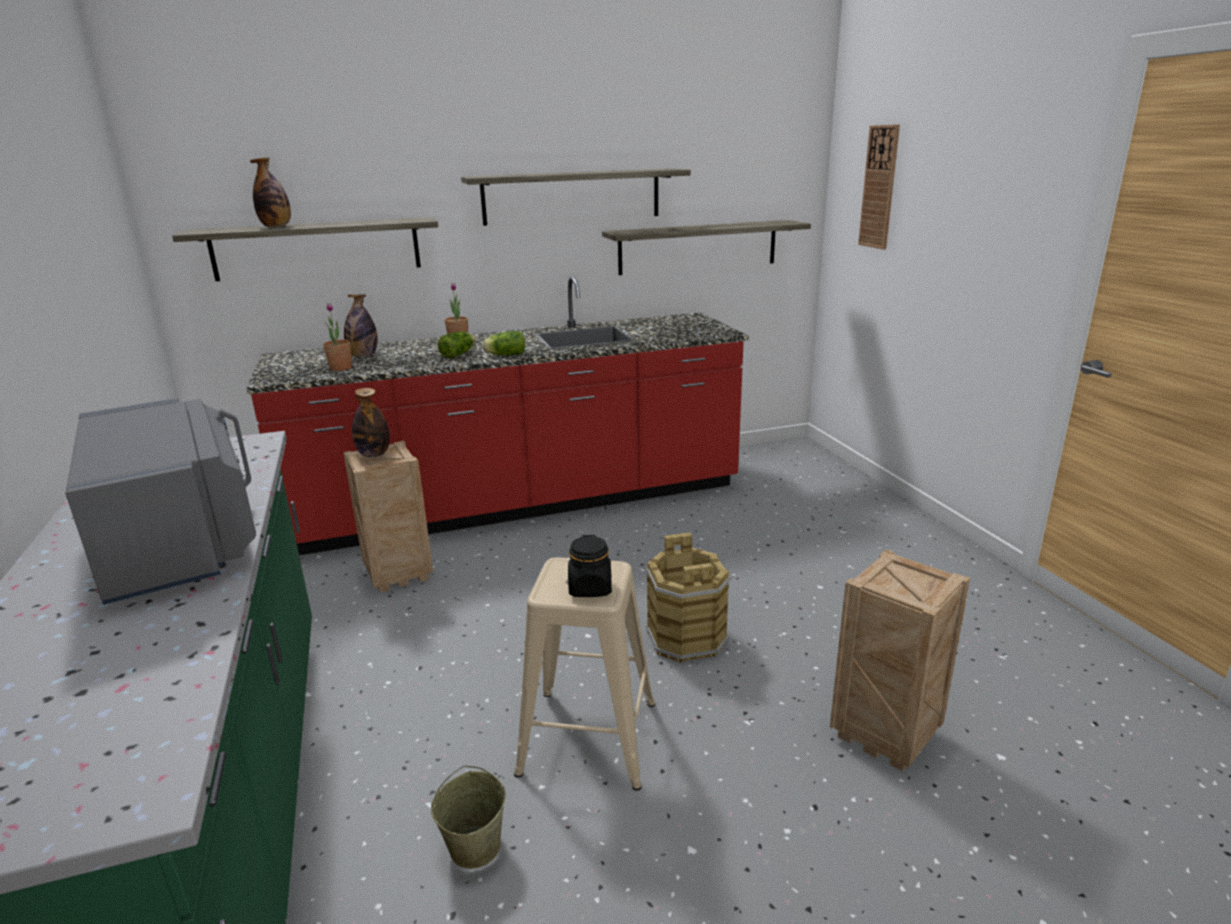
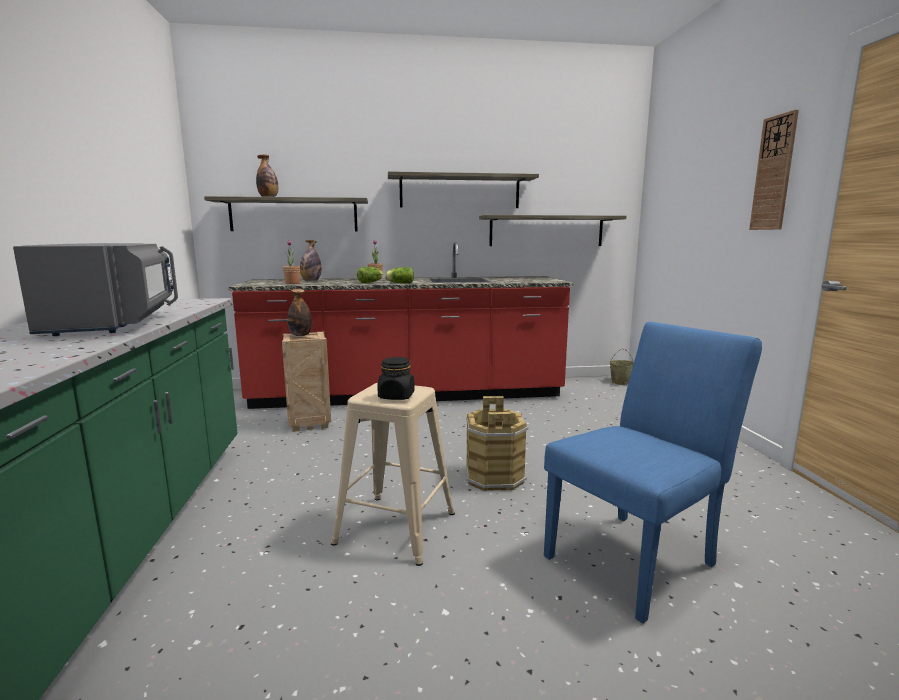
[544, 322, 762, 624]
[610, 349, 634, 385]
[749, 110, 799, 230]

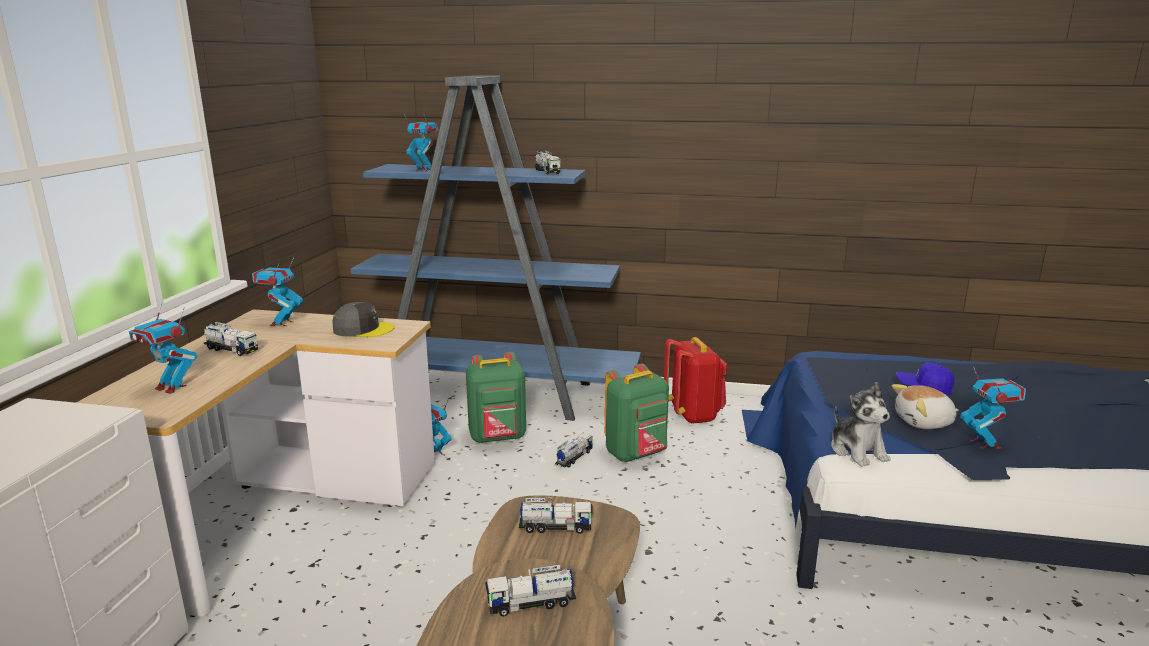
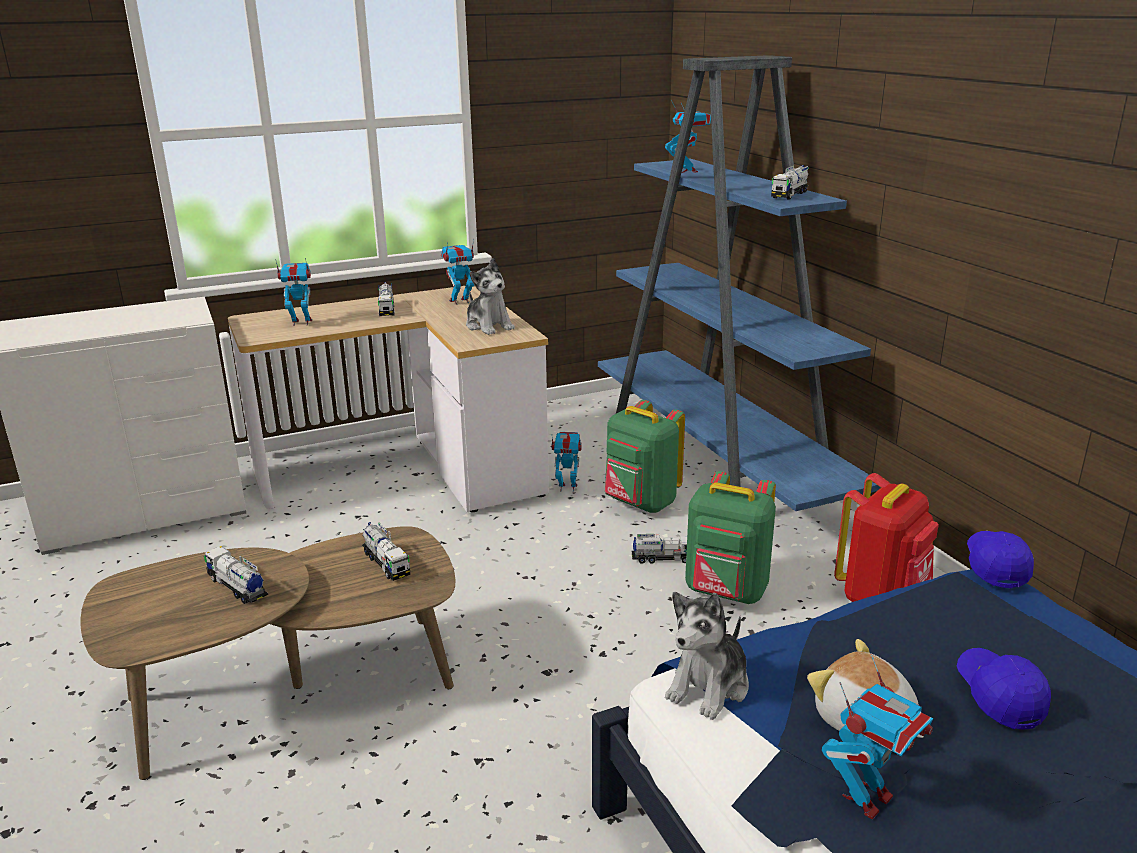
[275, 258, 312, 326]
[466, 258, 515, 335]
[967, 531, 1034, 588]

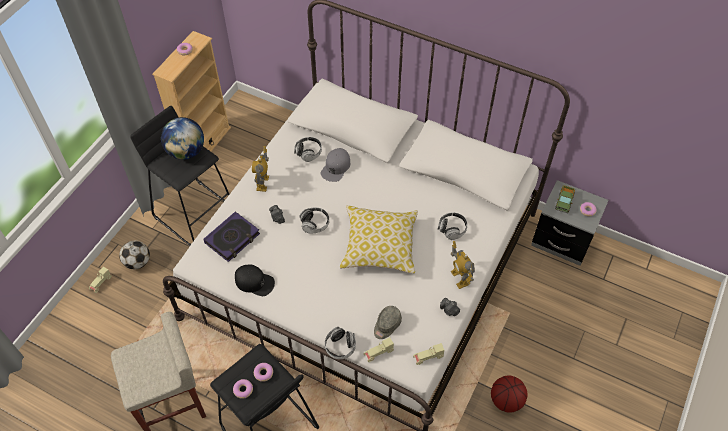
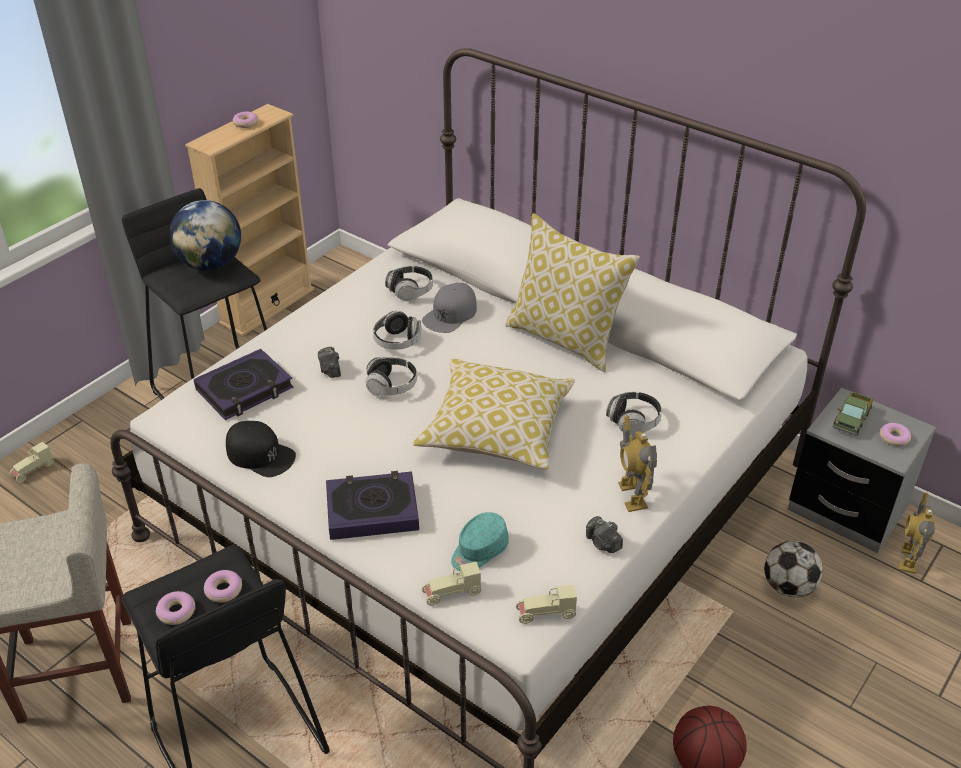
[326, 471, 419, 540]
[373, 310, 421, 350]
[451, 512, 509, 571]
[505, 213, 640, 372]
[764, 541, 823, 598]
[898, 492, 935, 574]

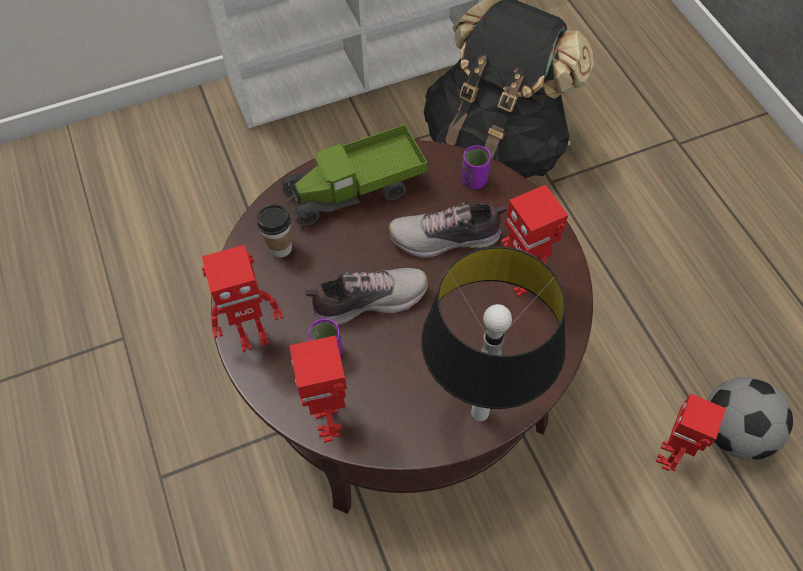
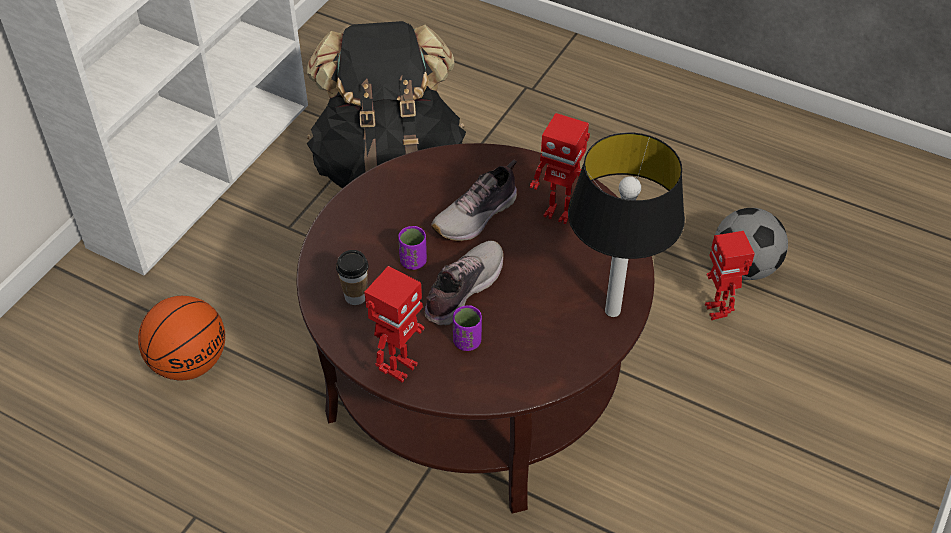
[138, 296, 225, 380]
[398, 226, 427, 270]
[281, 124, 428, 226] (first image)
[289, 335, 347, 443] (first image)

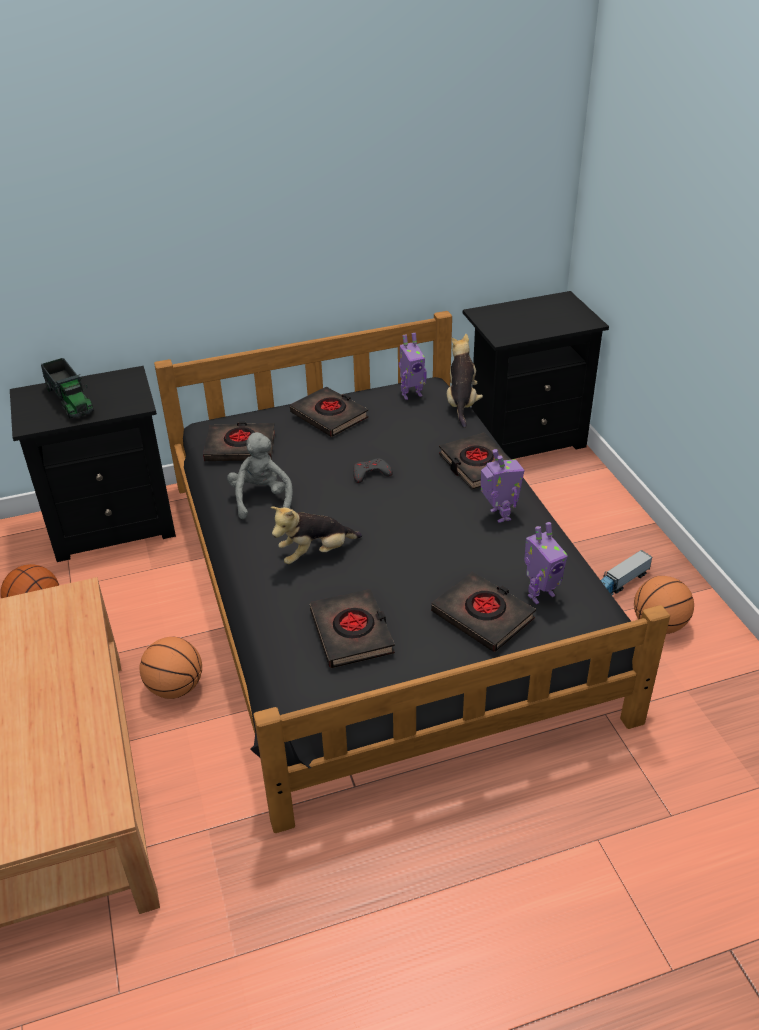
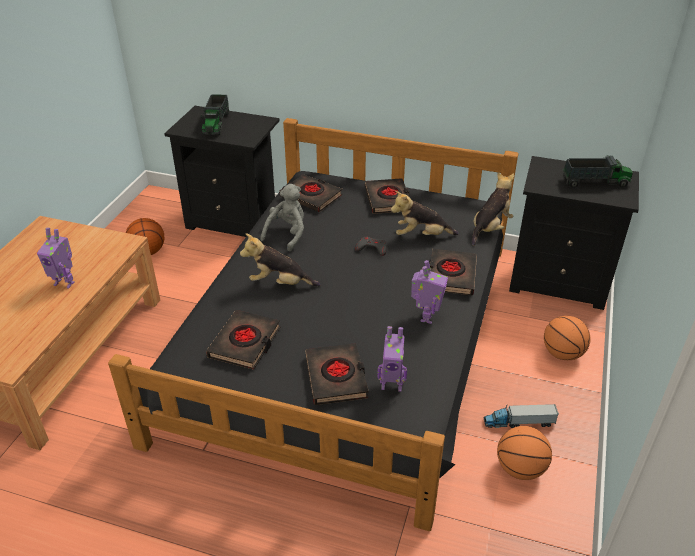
[37, 227, 75, 289]
[391, 191, 459, 235]
[544, 316, 591, 360]
[562, 155, 633, 188]

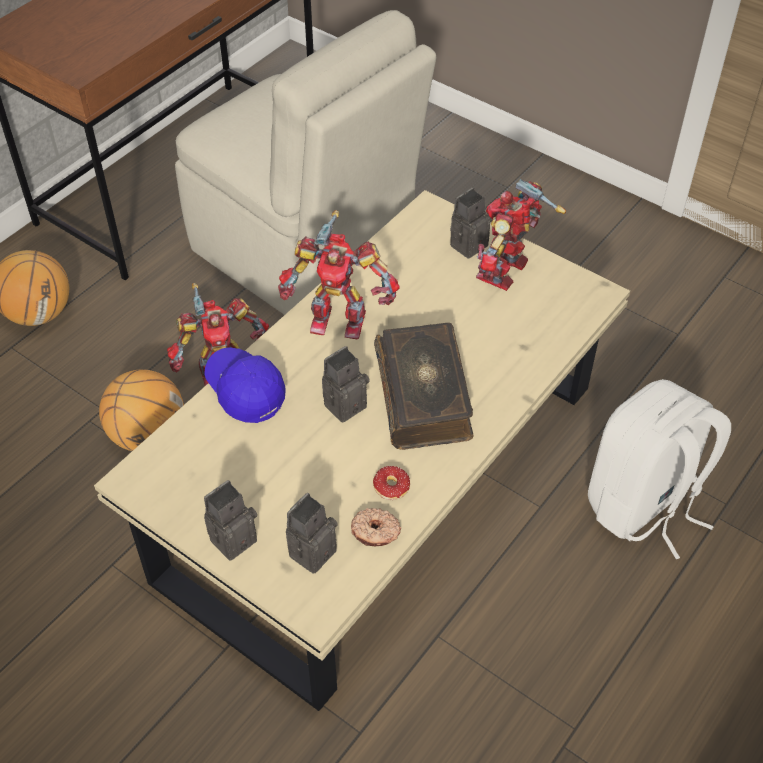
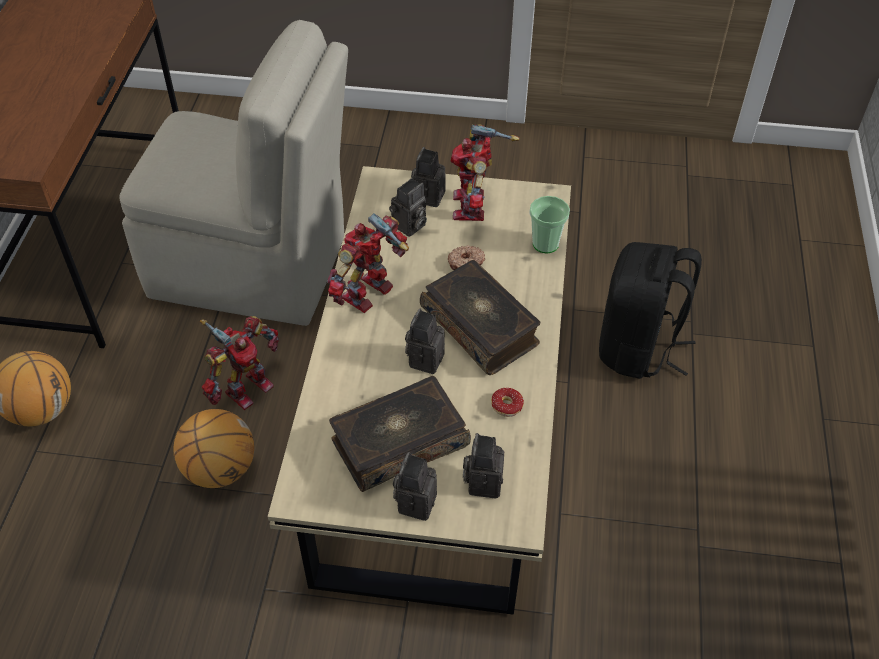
[327, 213, 409, 313]
[329, 376, 471, 492]
[389, 178, 427, 237]
[448, 245, 485, 270]
[529, 196, 570, 254]
[599, 242, 702, 379]
[204, 347, 286, 423] (first image)

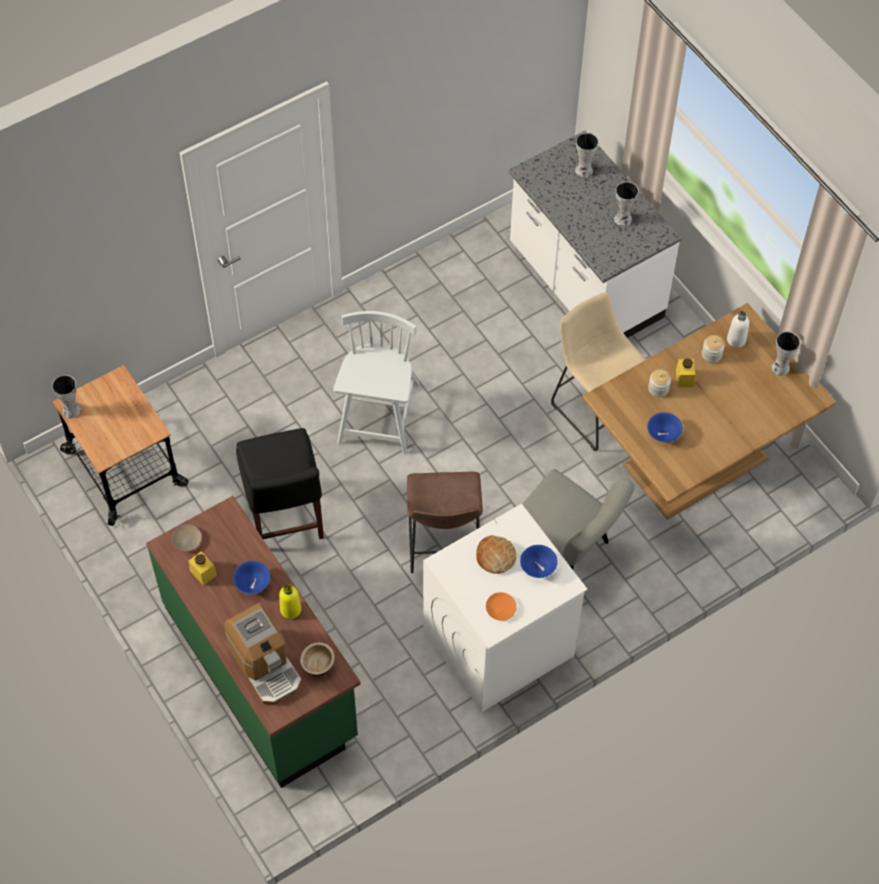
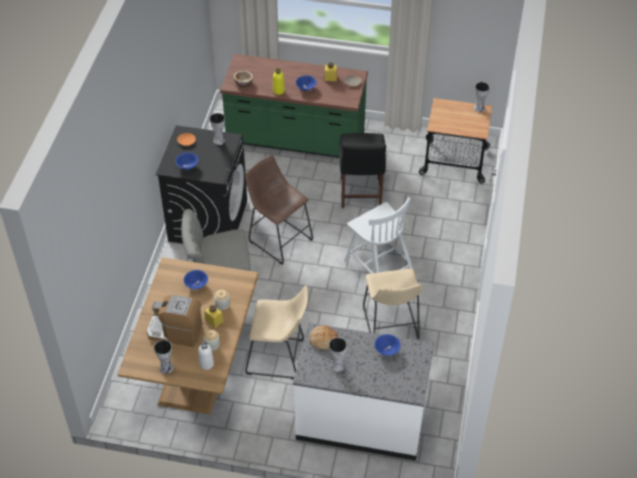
[147, 294, 202, 347]
[156, 125, 247, 244]
[210, 113, 225, 145]
[309, 325, 338, 349]
[339, 133, 386, 208]
[363, 269, 422, 339]
[375, 334, 401, 356]

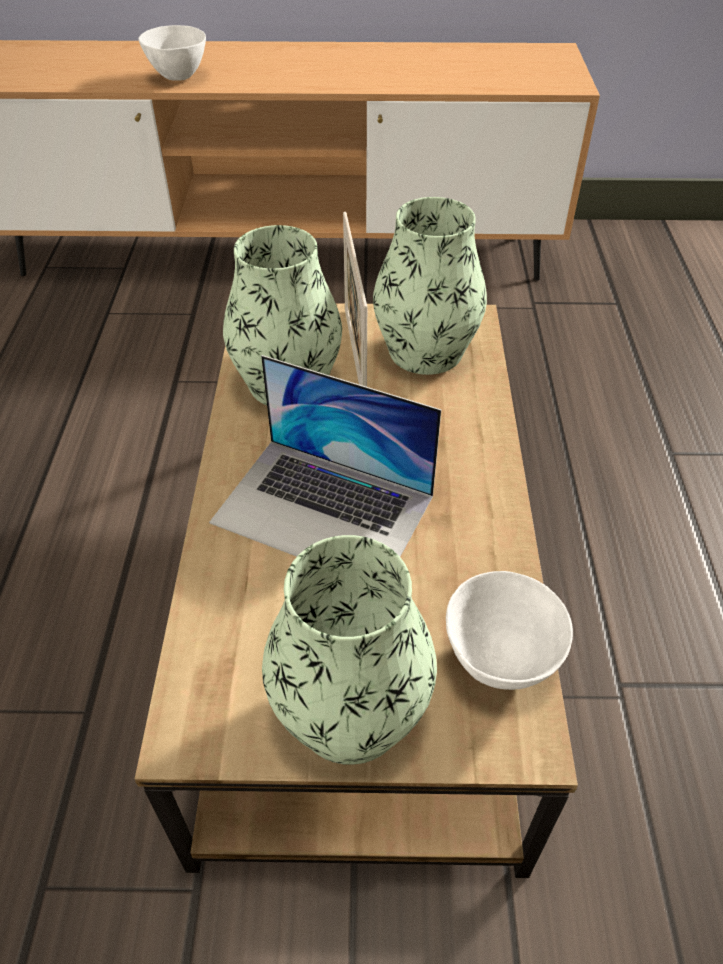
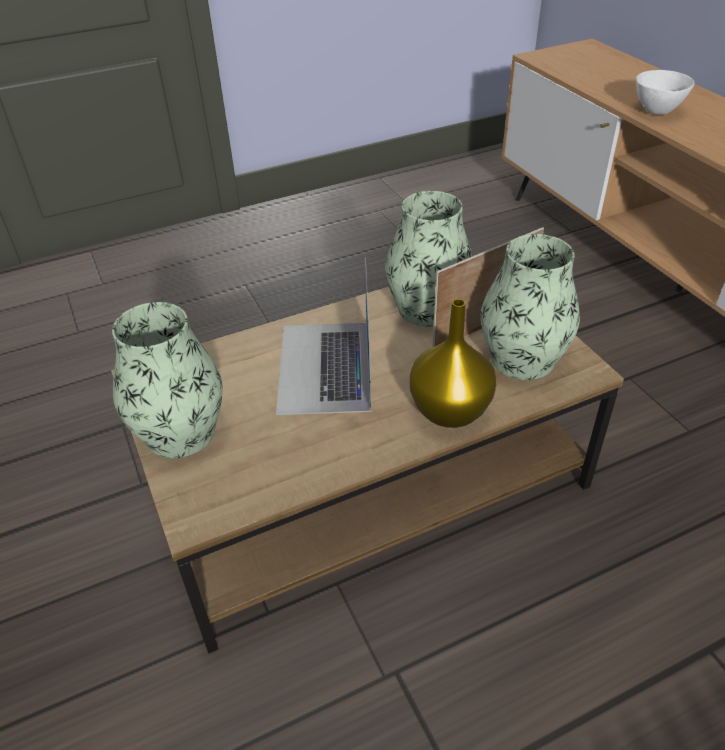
[410, 299, 496, 428]
[446, 571, 573, 690] (first image)

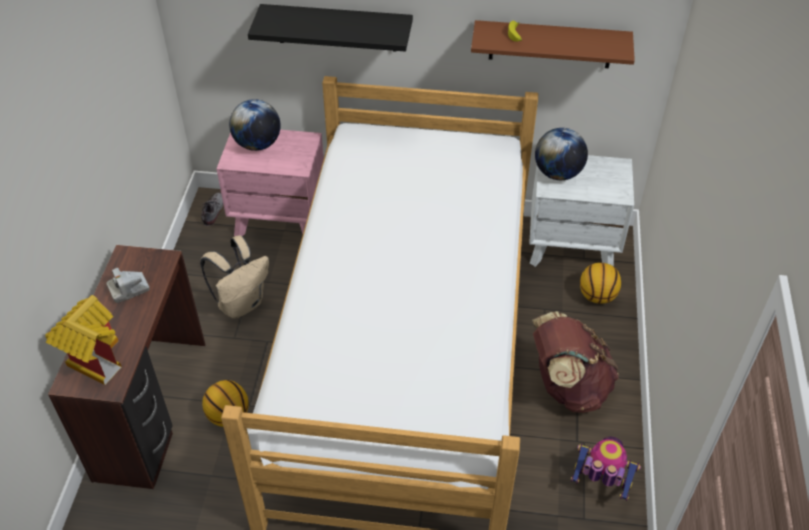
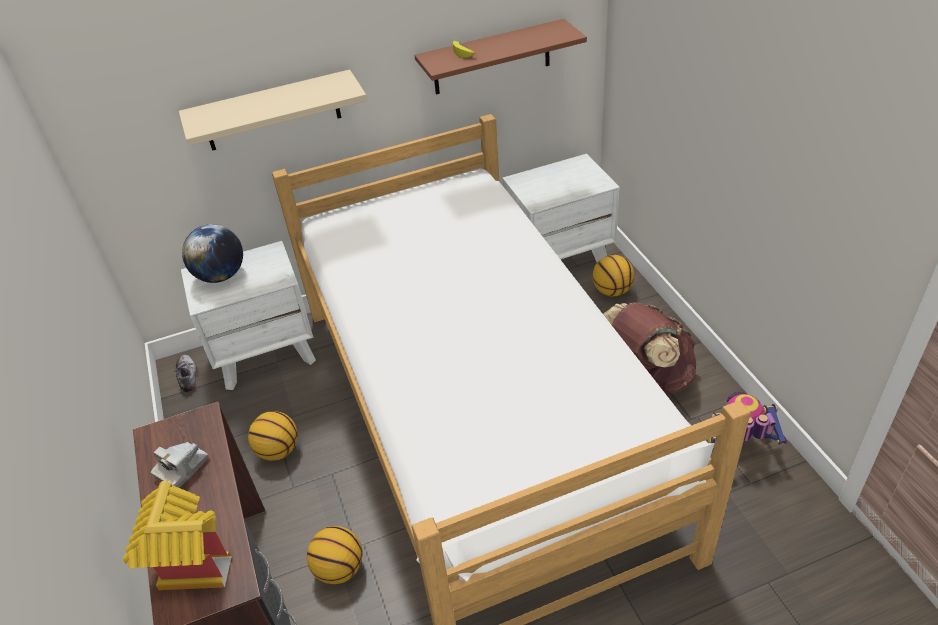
[179, 69, 367, 151]
[181, 241, 316, 390]
[248, 411, 298, 461]
[535, 128, 588, 180] (first image)

